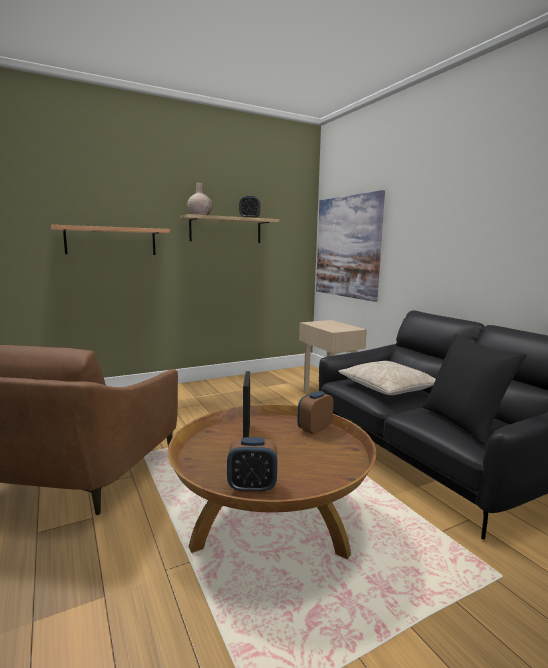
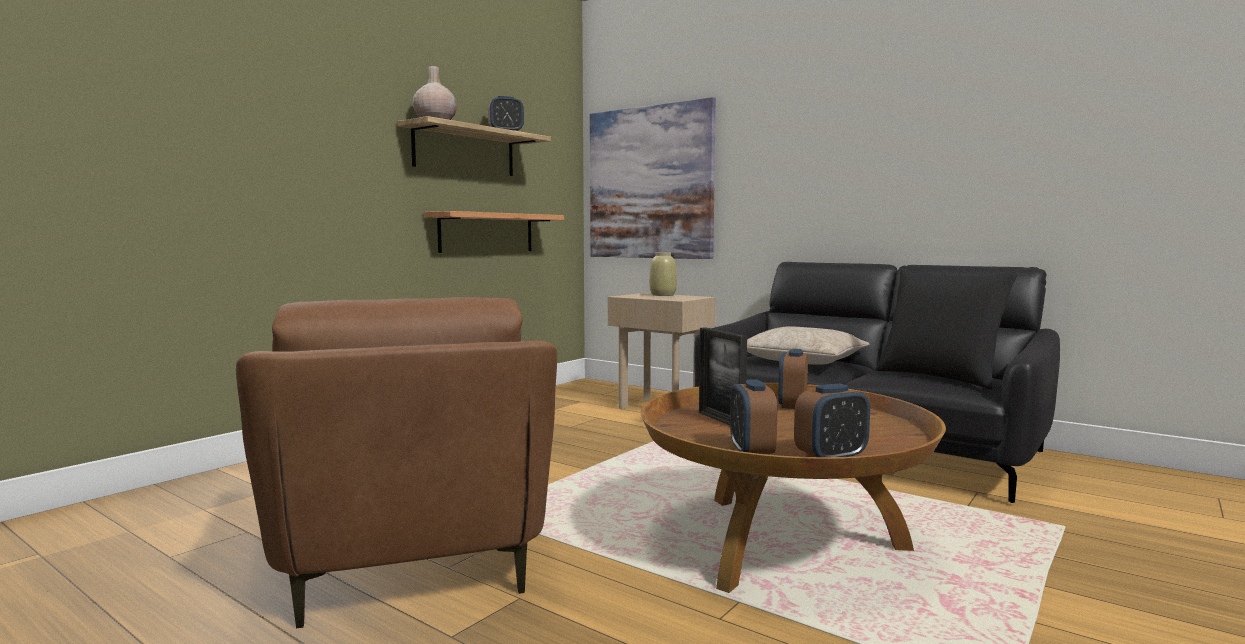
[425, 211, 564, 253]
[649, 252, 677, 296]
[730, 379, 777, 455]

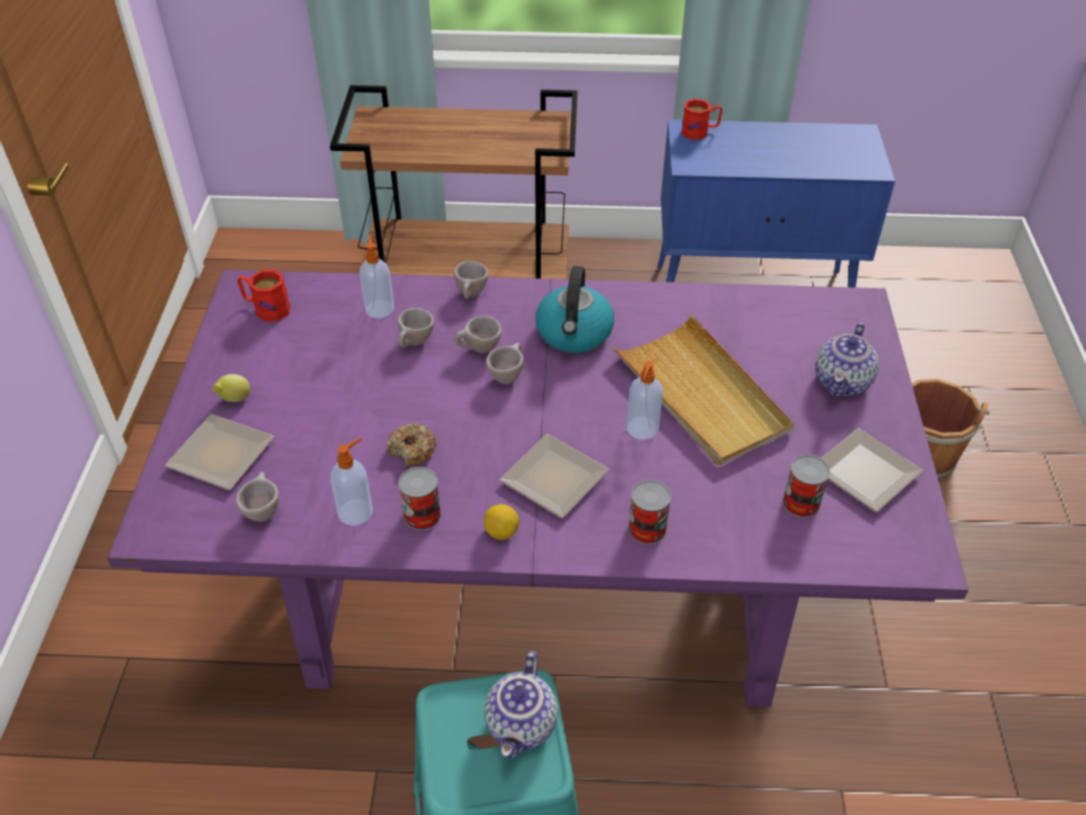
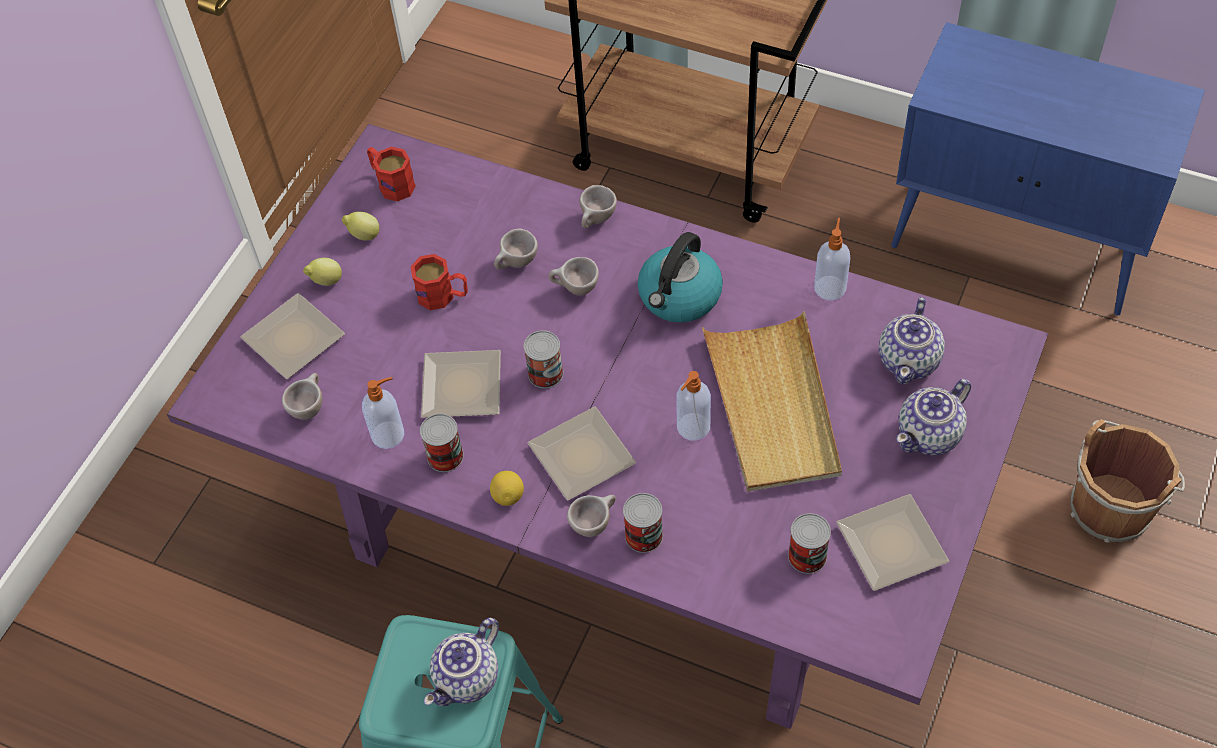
[342, 212, 379, 240]
[411, 254, 468, 310]
[421, 350, 501, 418]
[524, 330, 563, 388]
[567, 495, 616, 537]
[814, 218, 850, 300]
[879, 297, 945, 384]

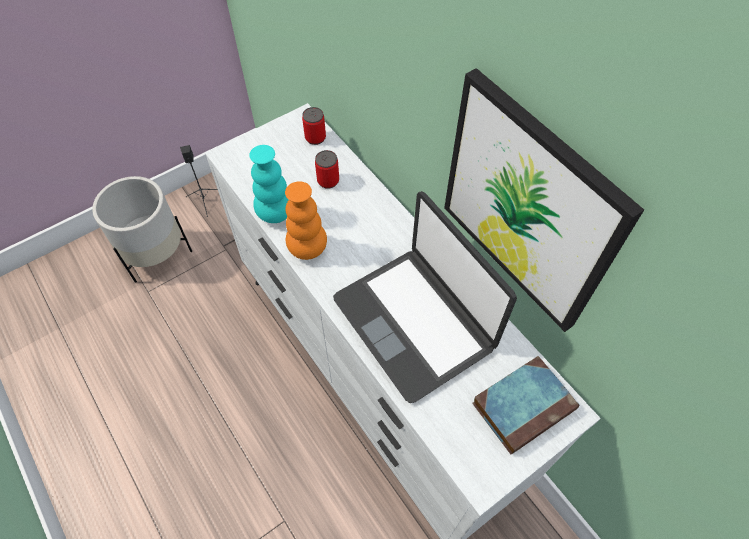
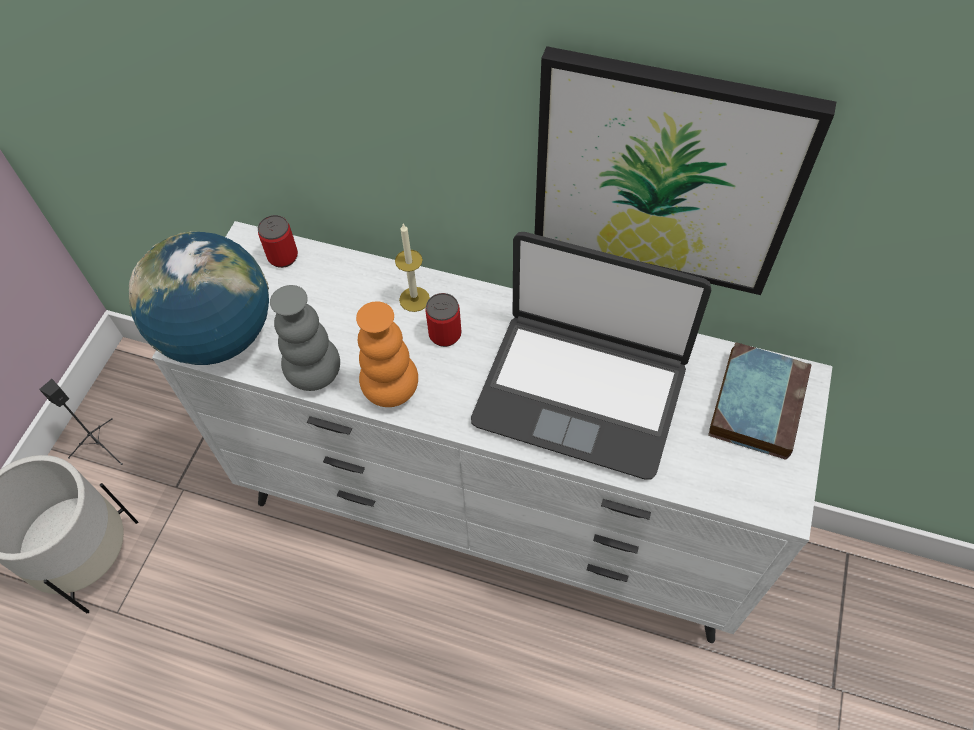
[129, 231, 269, 365]
[270, 285, 340, 391]
[395, 224, 430, 312]
[425, 293, 461, 347]

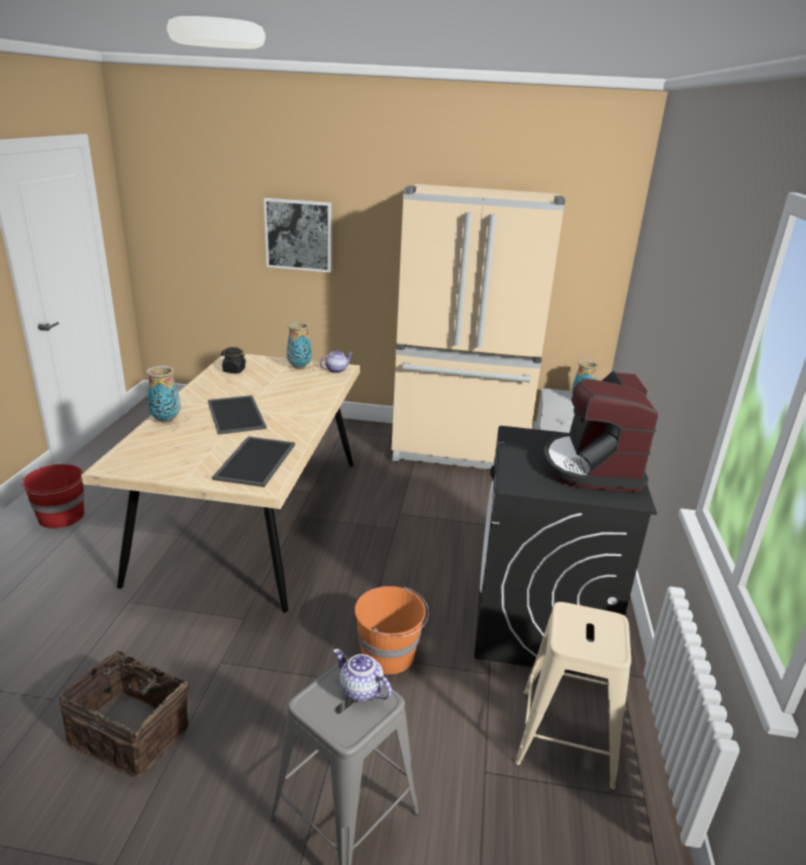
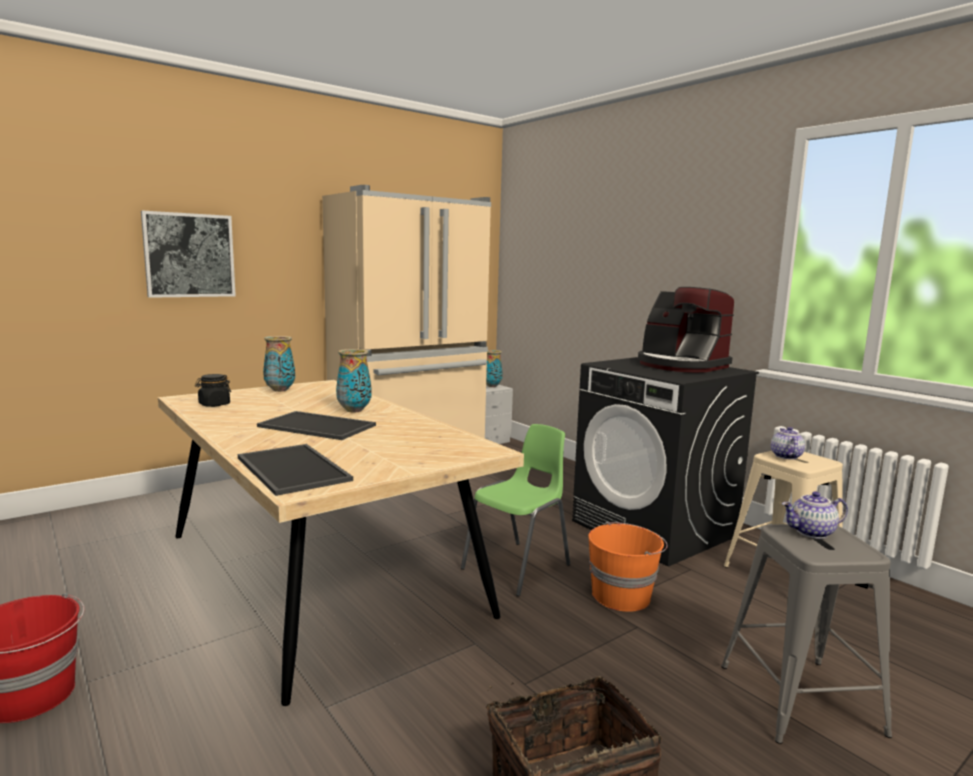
[238, 444, 353, 496]
[336, 349, 372, 413]
[461, 424, 570, 596]
[771, 427, 805, 460]

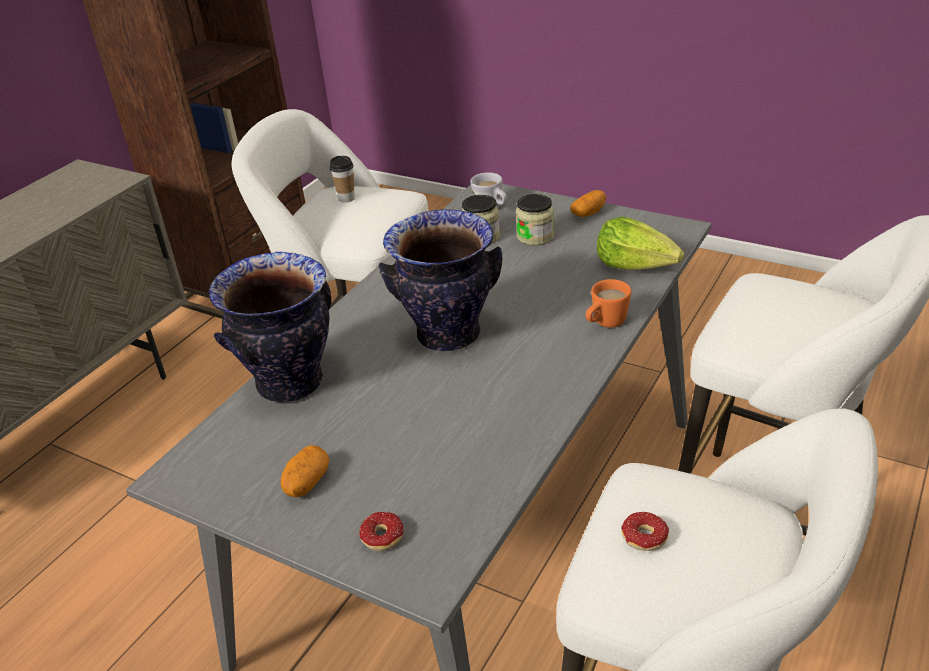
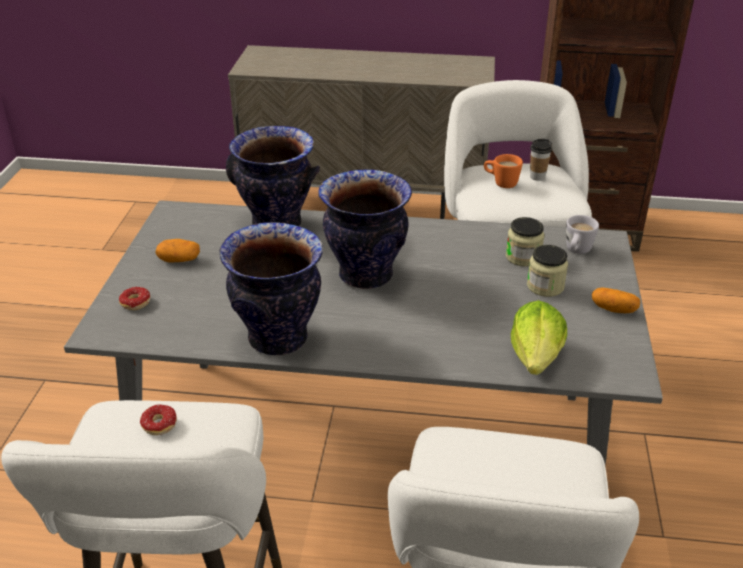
[219, 222, 323, 355]
[484, 154, 523, 188]

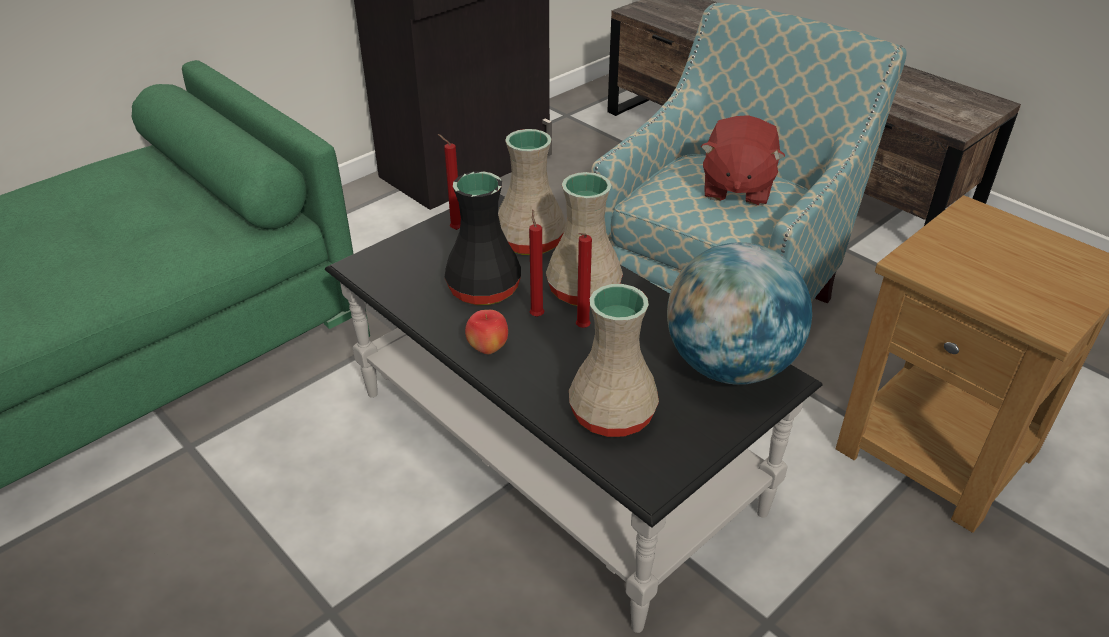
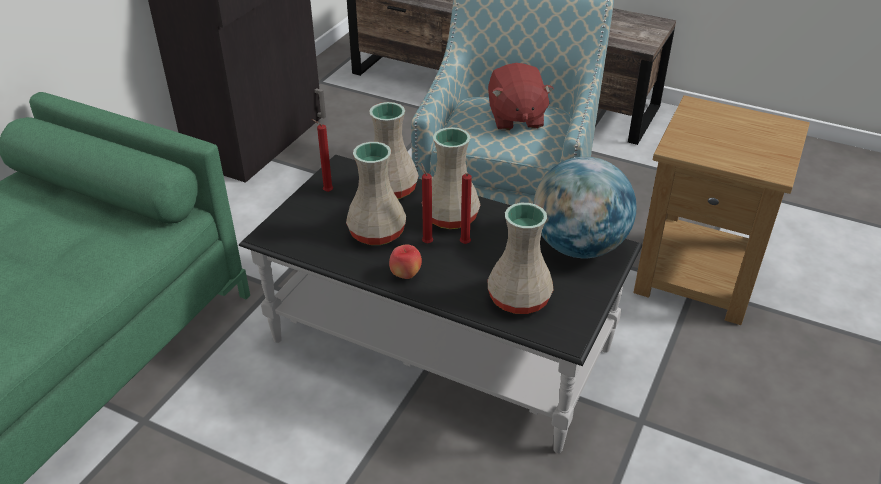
[346, 142, 406, 245]

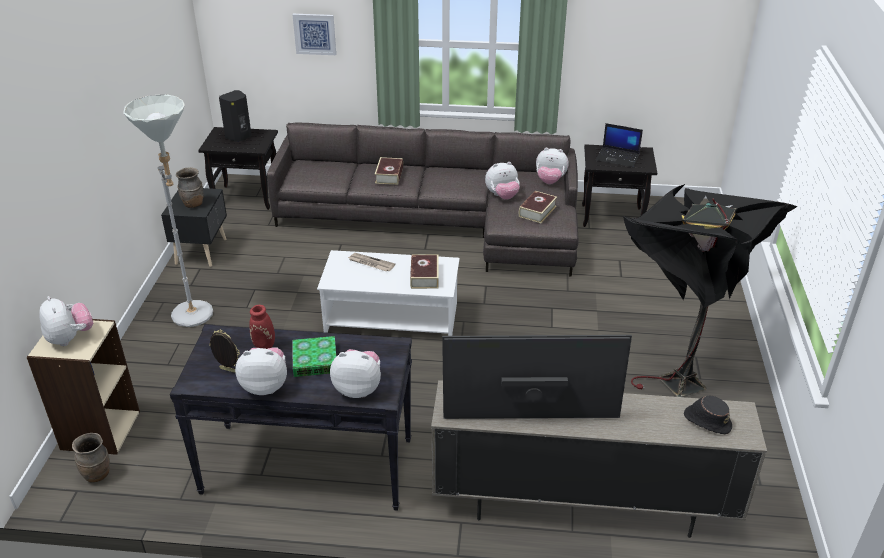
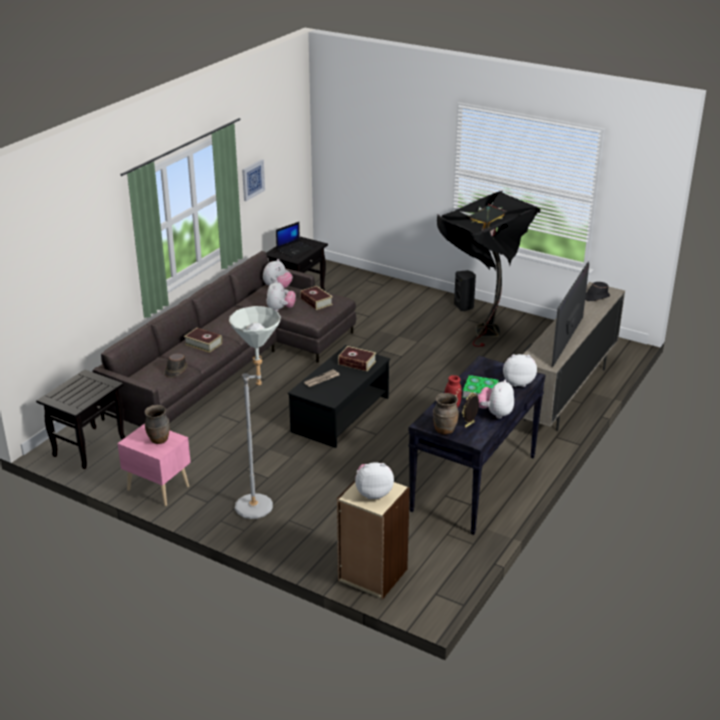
[117, 423, 191, 506]
[165, 353, 188, 378]
[242, 159, 265, 201]
[288, 345, 390, 448]
[433, 393, 459, 435]
[454, 270, 476, 311]
[503, 354, 537, 387]

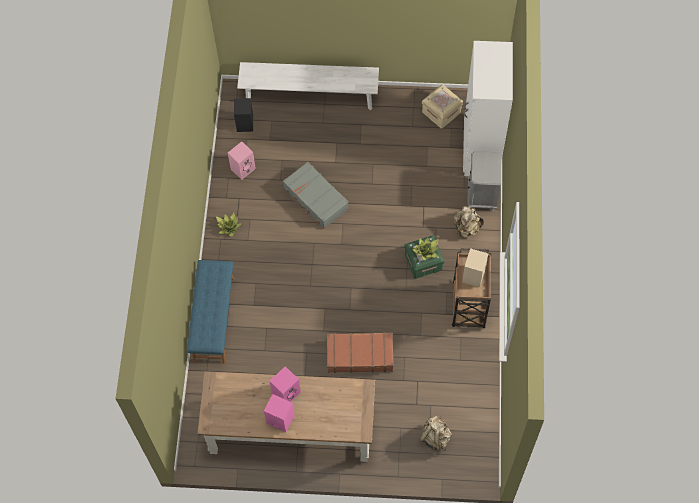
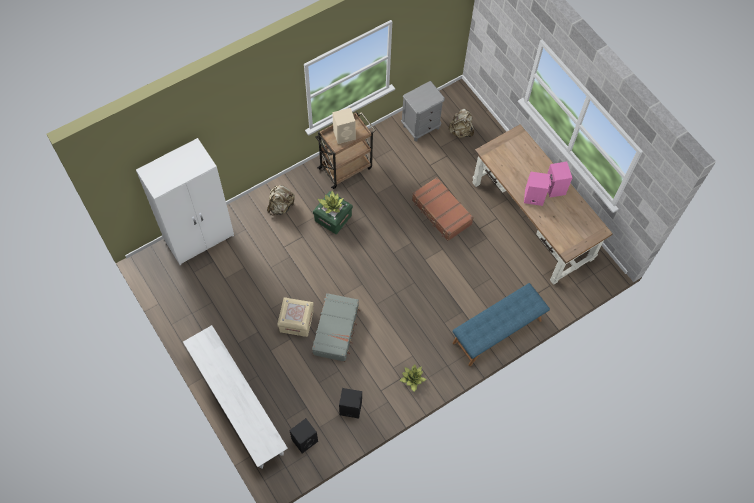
[277, 297, 314, 337]
[339, 388, 362, 419]
[401, 81, 445, 141]

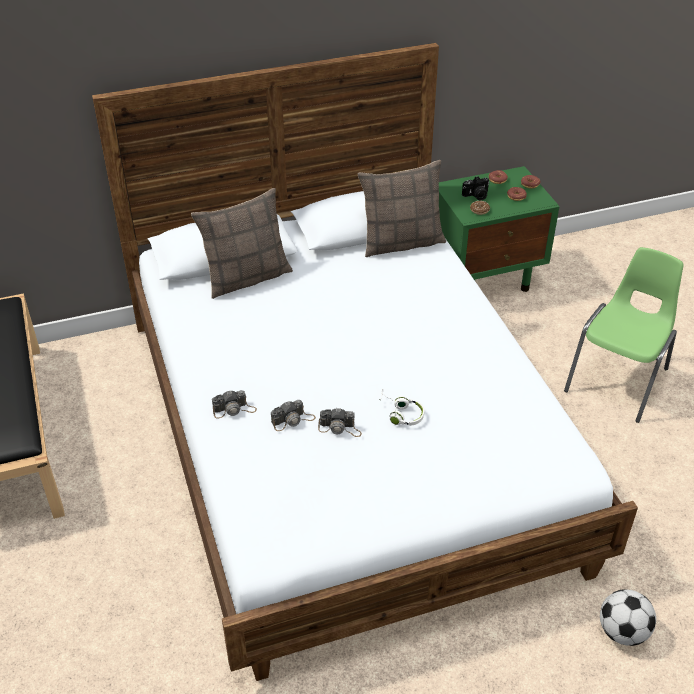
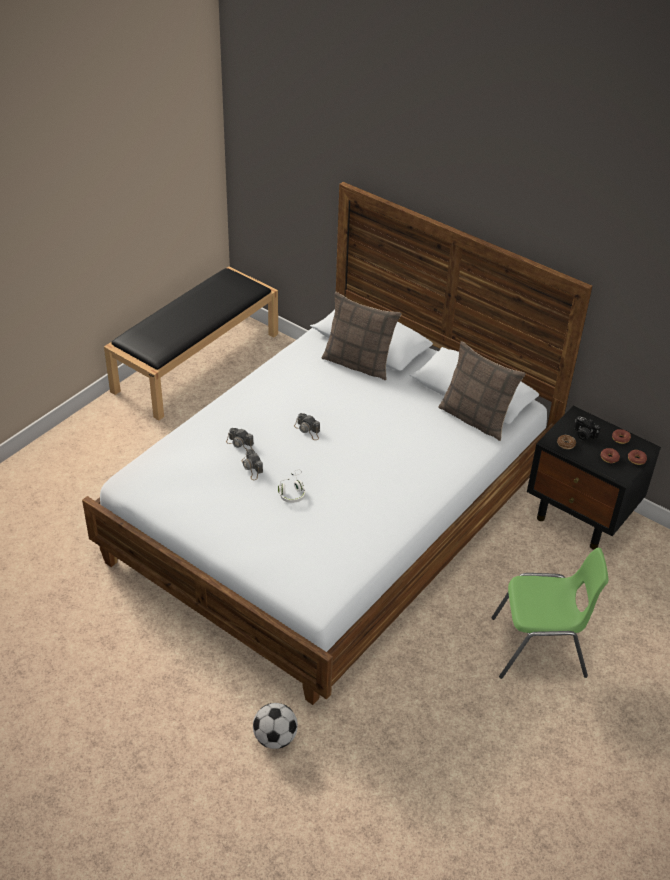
[294, 413, 320, 440]
[527, 406, 661, 549]

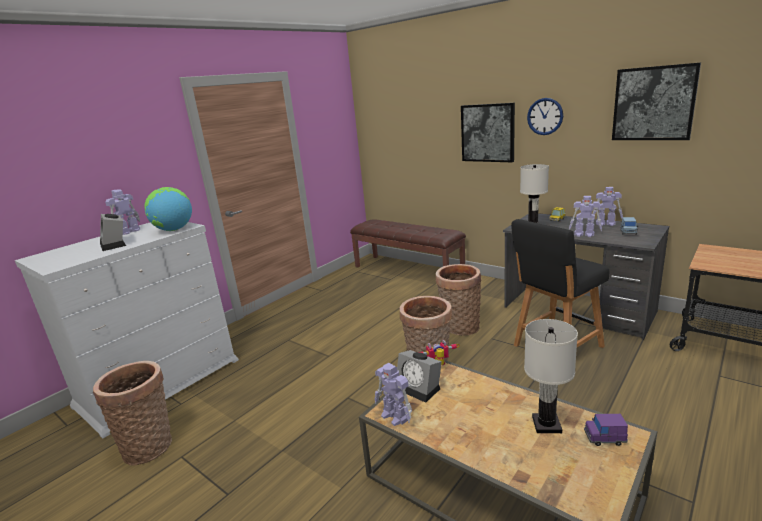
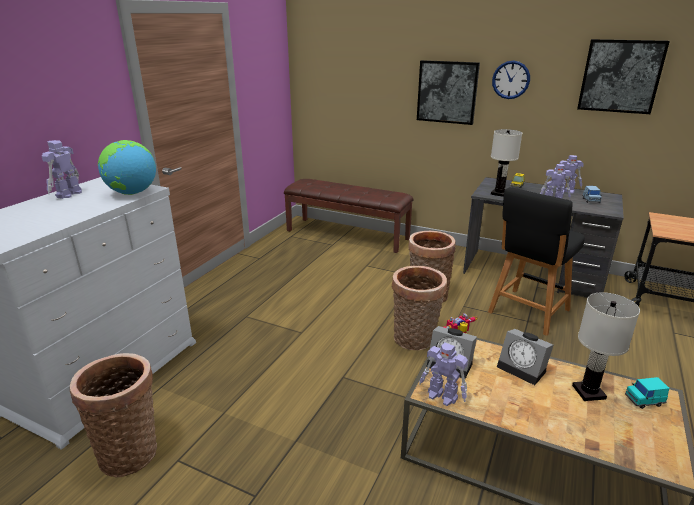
[497, 329, 553, 385]
[625, 377, 669, 409]

